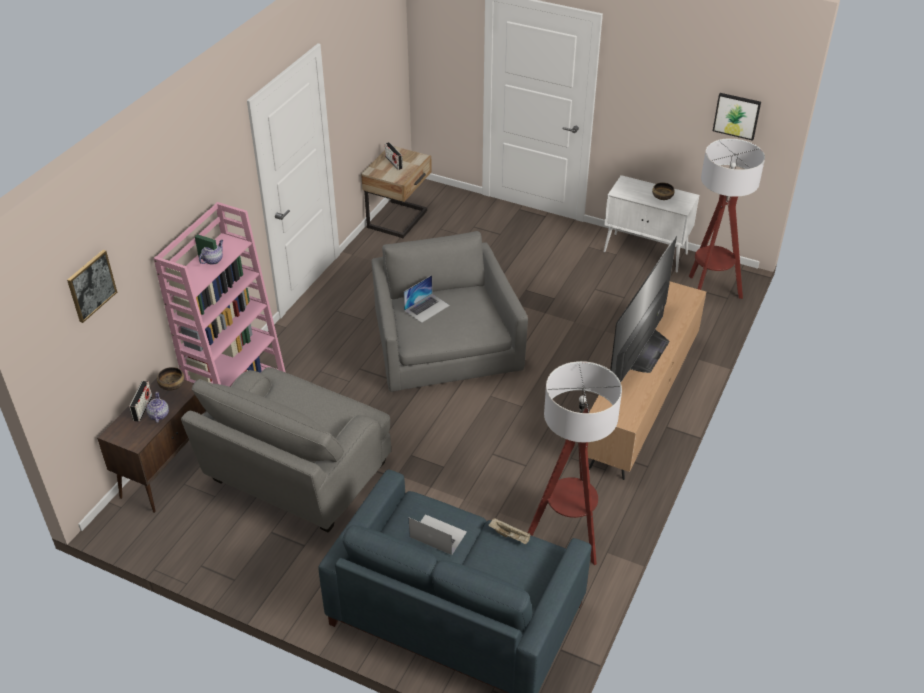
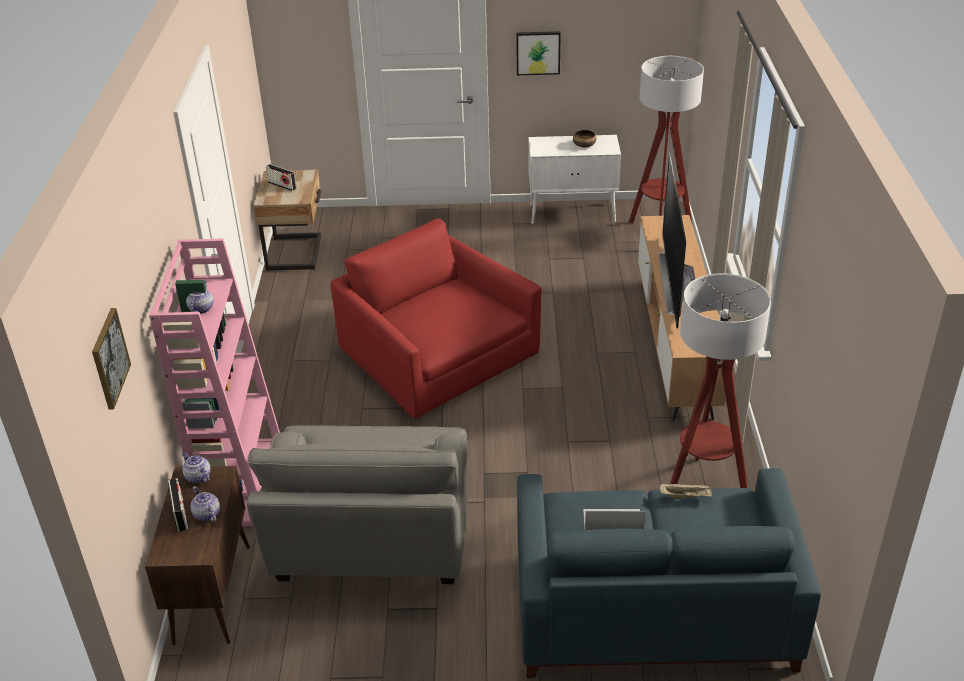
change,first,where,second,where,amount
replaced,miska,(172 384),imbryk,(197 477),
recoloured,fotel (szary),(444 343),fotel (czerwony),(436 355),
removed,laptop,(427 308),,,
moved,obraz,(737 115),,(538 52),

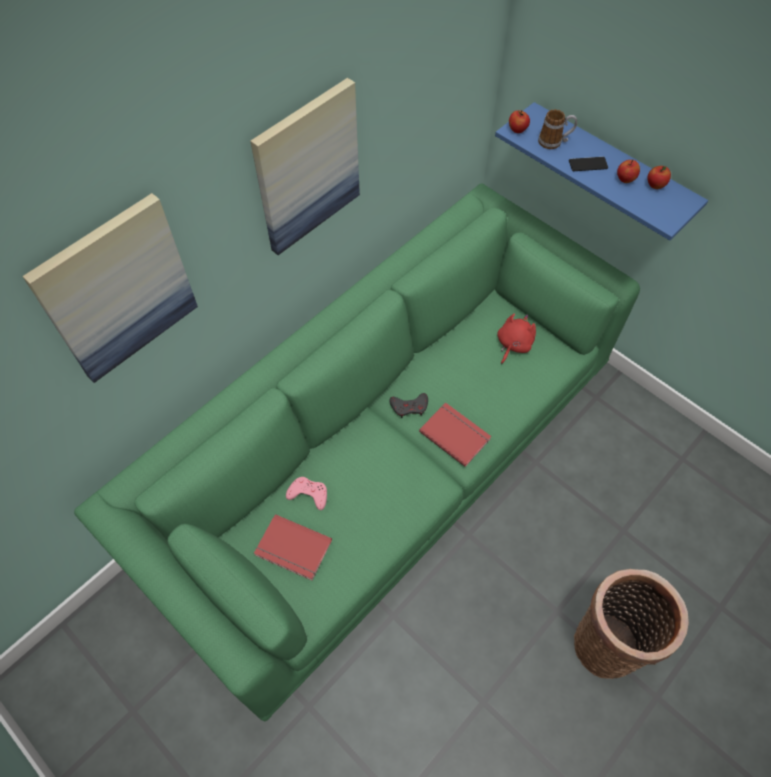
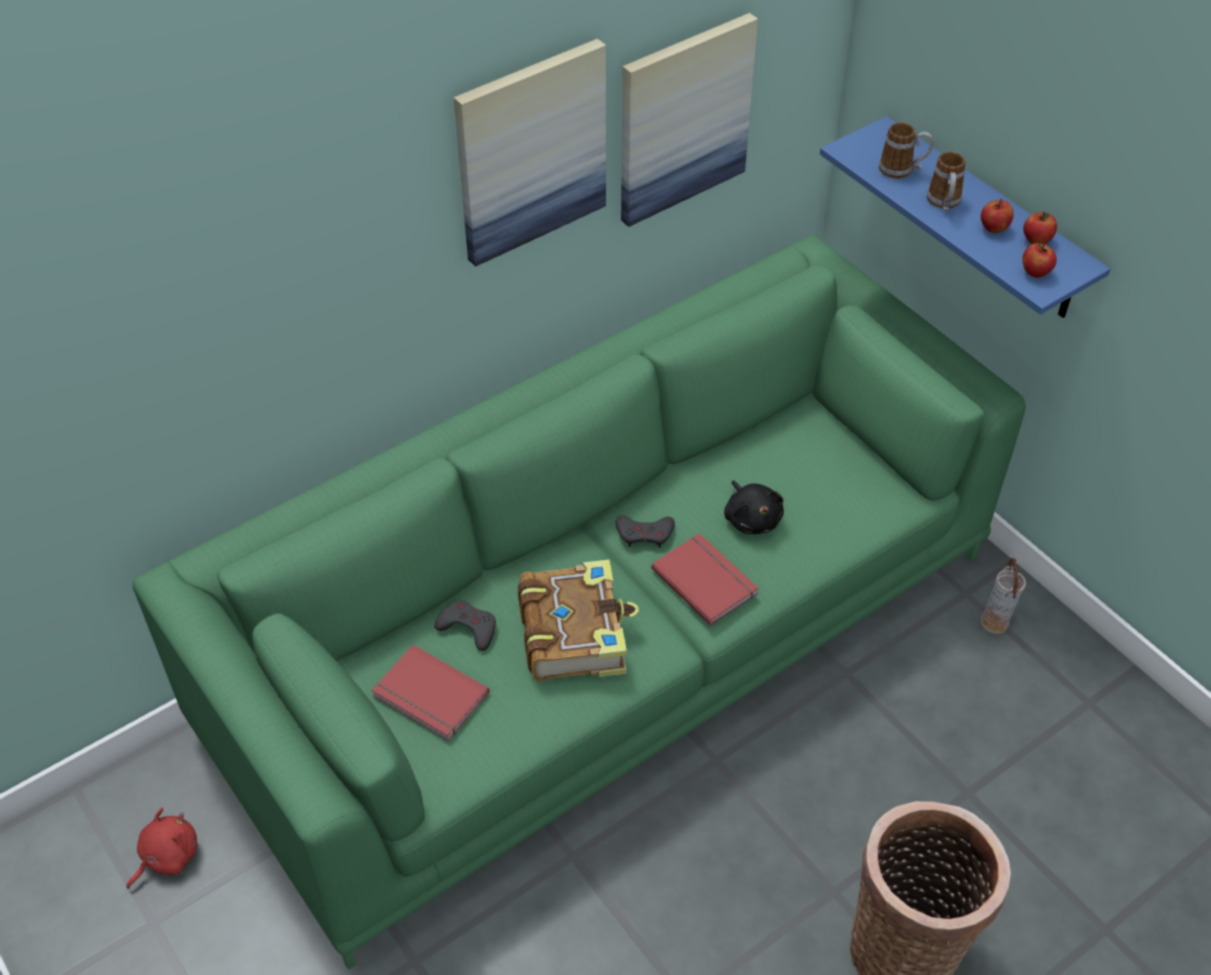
change,first,where,second,where,amount
moved,obraz,(117 290),,(683 119),
recoloured,pad do gier (różowy),(308 494),pad do gier (szary),(468 628),
moved,pluszak (czerwony),(513 344),,(167 856),
moved,jabłko,(517 130),,(1035 273),
replaced,telefon,(588 164),kubek,(944 204),
added,,,książka,(574 632),
added,,,pluszak (czarny),(752 518),
added,,,wazon,(996 623),

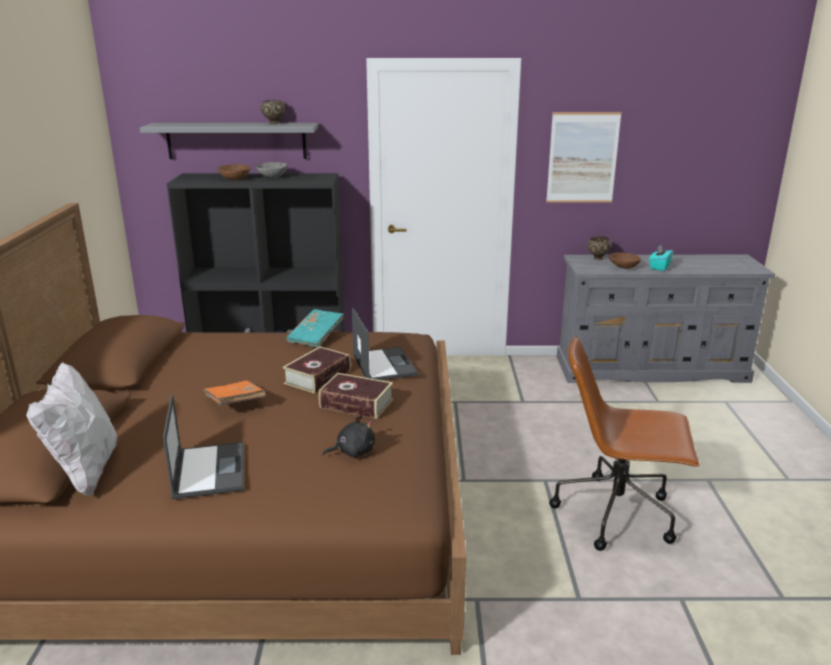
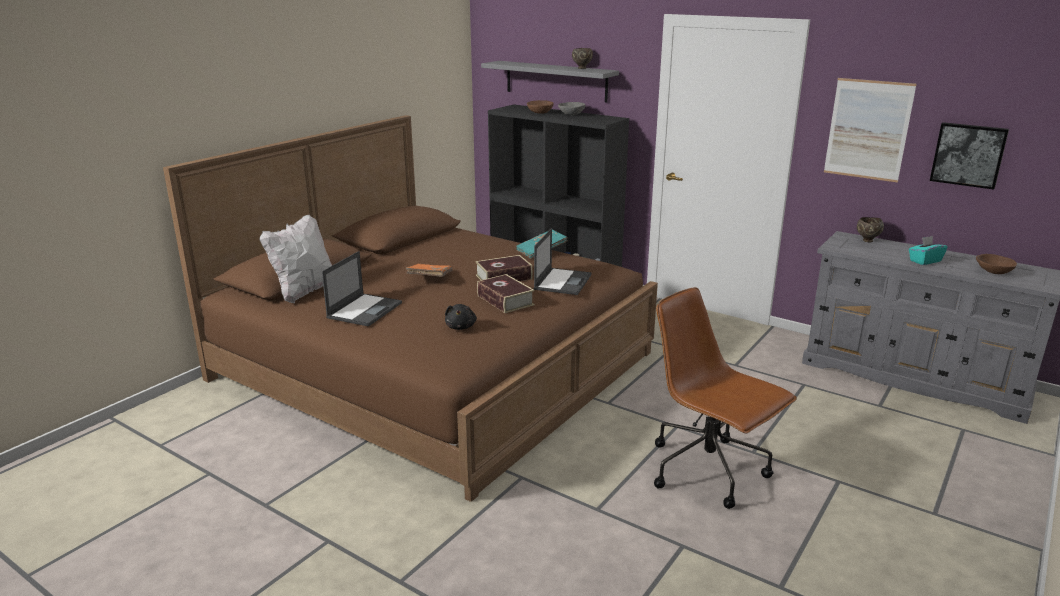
change,first,where,second,where,amount
turned,pluszak (czarny),(353 451),,(461 327),75 degrees clockwise
moved,miska (brązowy),(623 267),,(992 272),
added,,,obraz,(968 155),

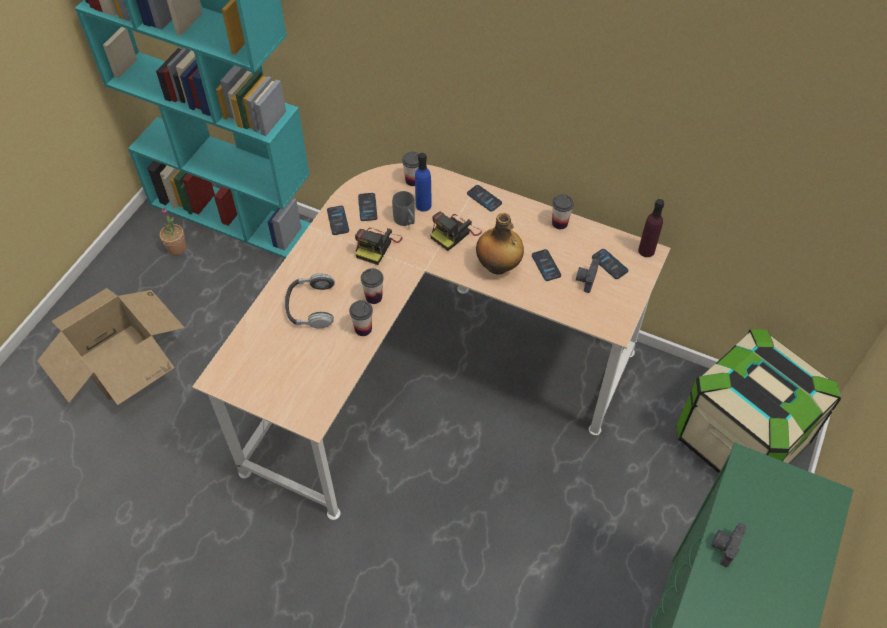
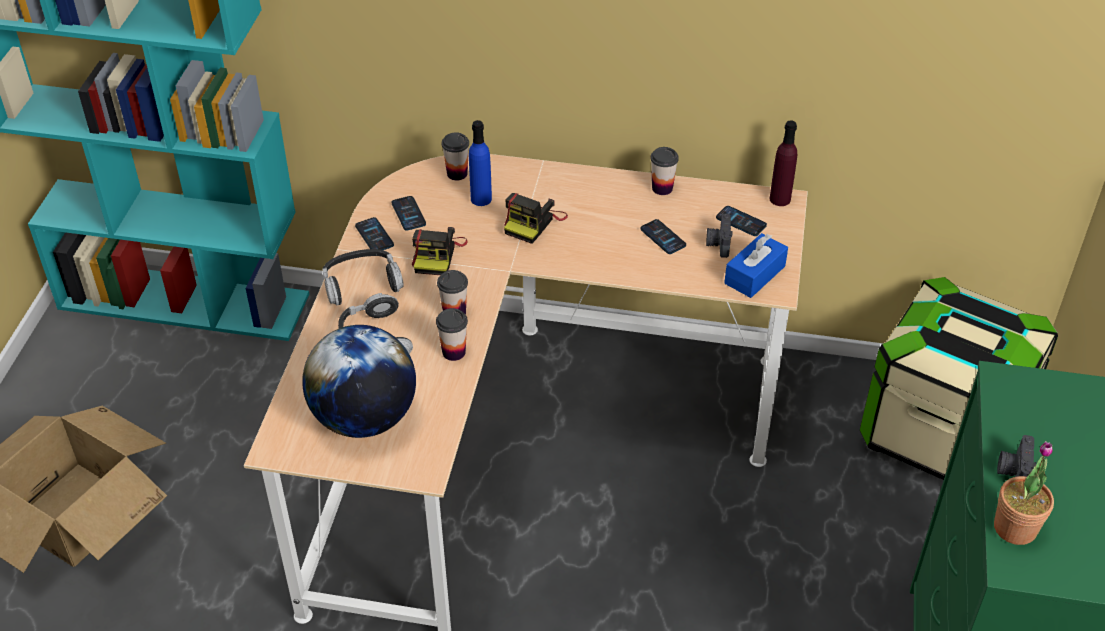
change,first,where,second,where,amount
moved,roślina doniczkowa,(176 247),,(1015 528),
removed,kubek (szary),(406 221),,,
removed,telefon,(484 198),,,
removed,butelka,(498 266),,,
added,,,globus,(365 418),
added,,,słuchawki,(361 283),
added,,,pudełko chusteczek (niebieski),(754 275),

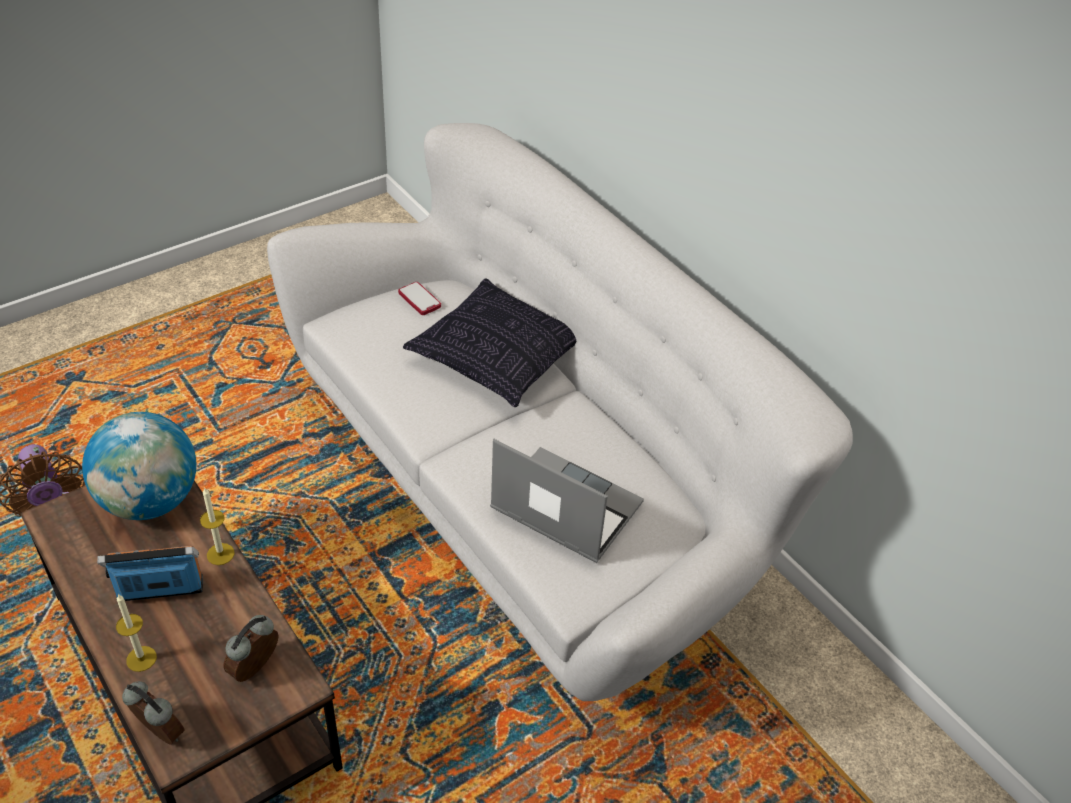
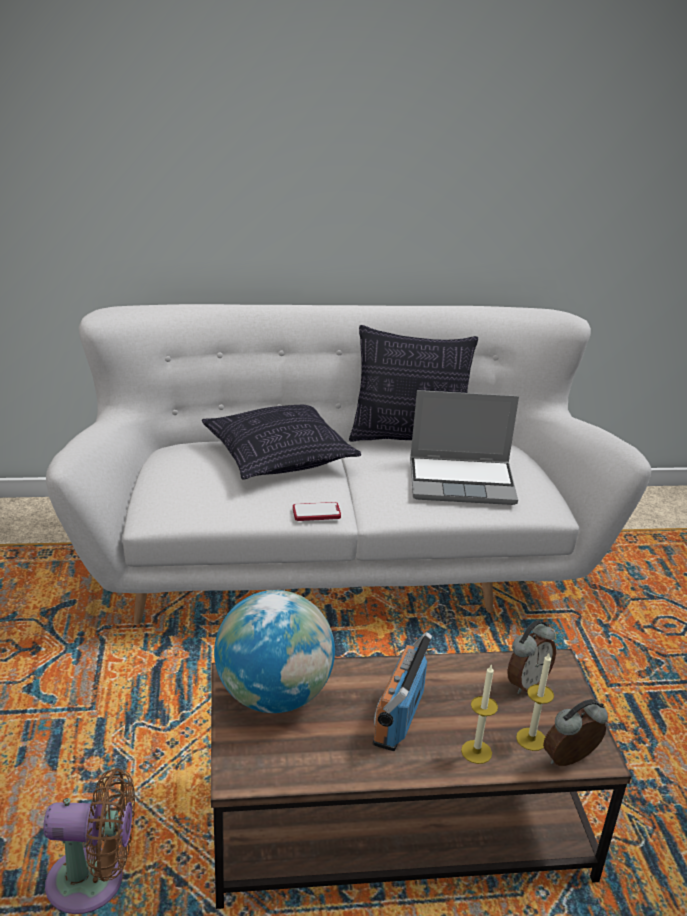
change,first,where,second,where,amount
moved,świeca,(220 554),,(531 739),
turned,budzik,(256 669),,(526 683),105 degrees counterclockwise
moved,telefon,(419 299),,(316 513),
turned,laptop,(563 507),,(463 481),150 degrees counterclockwise
added,,,poduszka,(408 438),

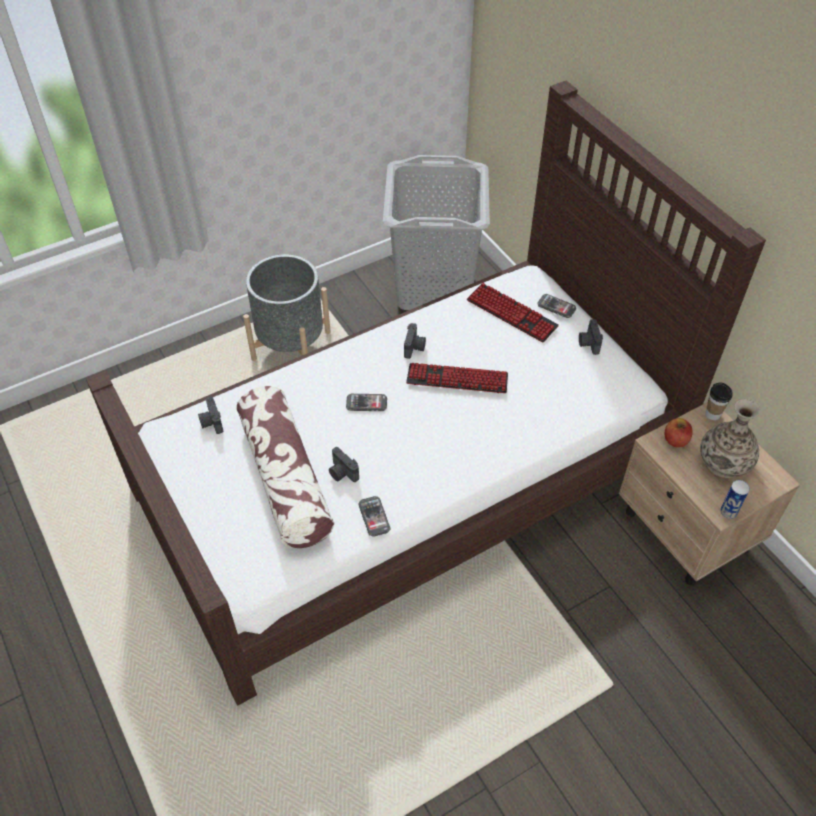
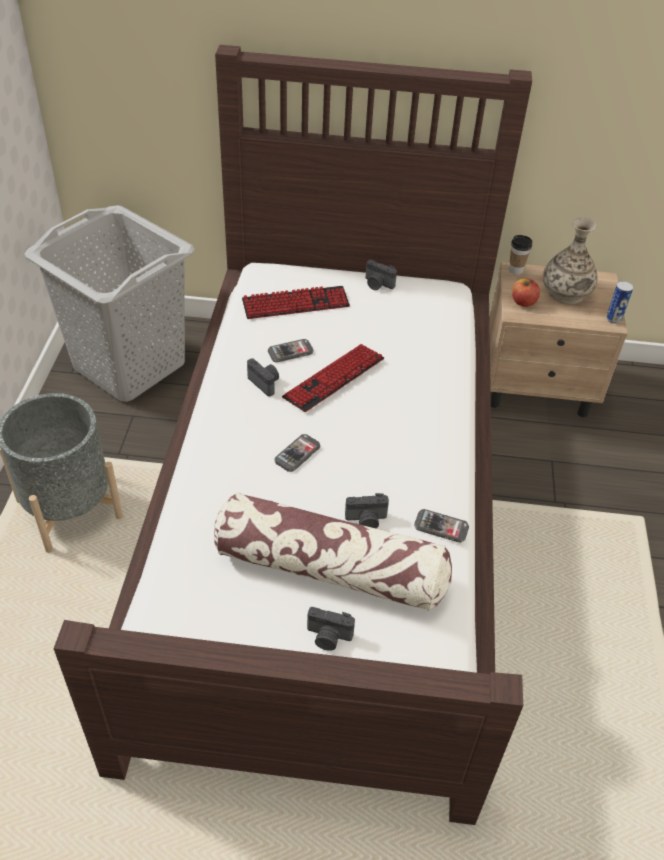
change,first,where,second,where,amount
moved,aparat fotograficzny,(211 422),,(328 637),
moved,telefon,(556 307),,(290 352),

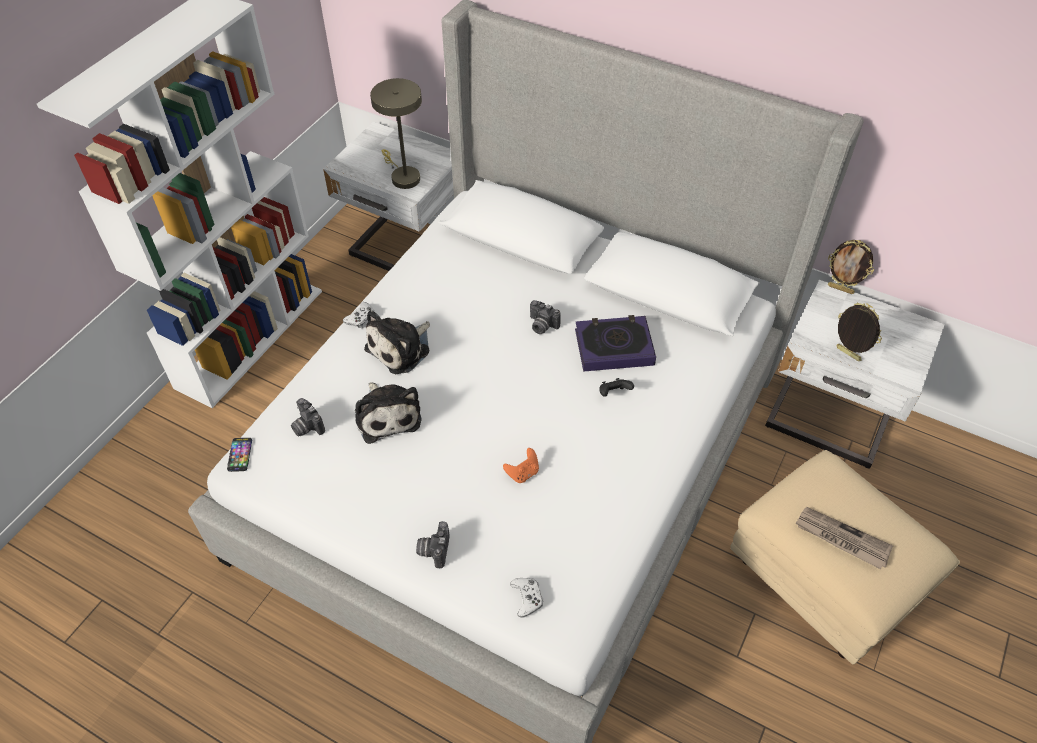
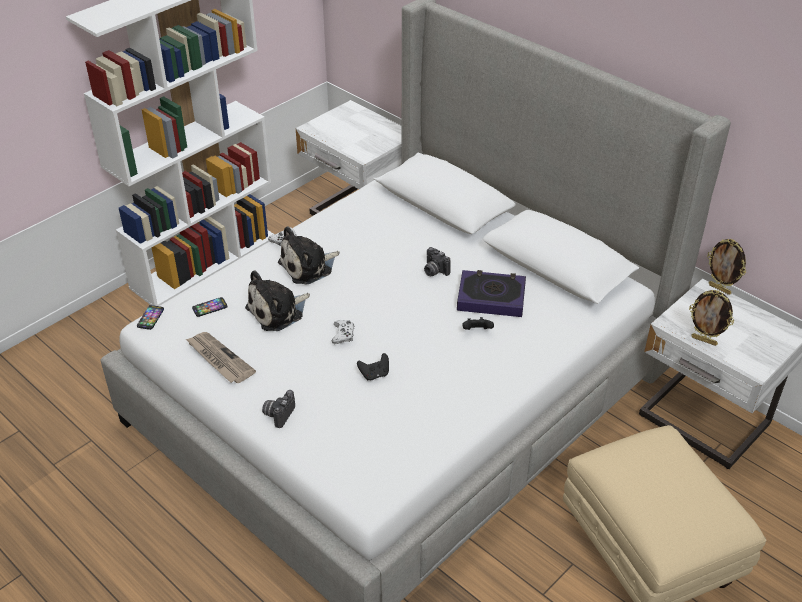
change,first,where,second,where,amount
replaced,aparat fotograficzny,(306 427),telefon,(210 307),
turned,pluszak,(387 415),,(278 311),60 degrees clockwise
removed,lampa stołowa (beżowy),(403 176),,,
recoloured,pad do gier (pomarańczowy),(523 473),pad do gier (czarny),(374 374),
moved,pad do gier (biały),(527 598),,(343 335),
moved,gazeta,(841 539),,(219 359),
turned,ramka na zdjęcie,(847 354),,(704 340),150 degrees clockwise

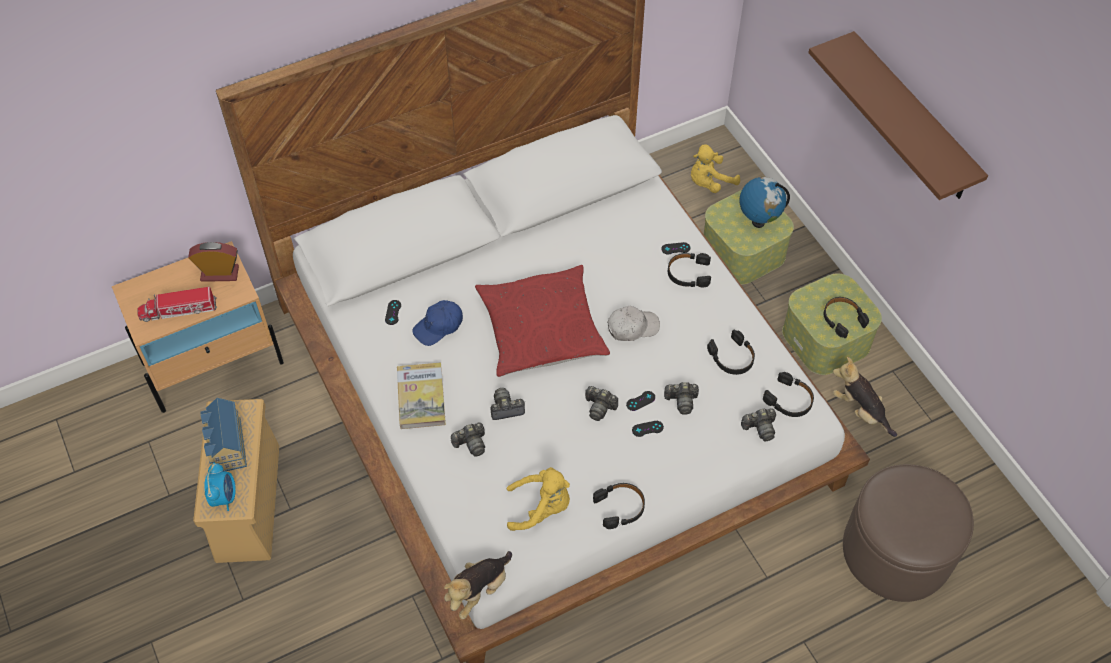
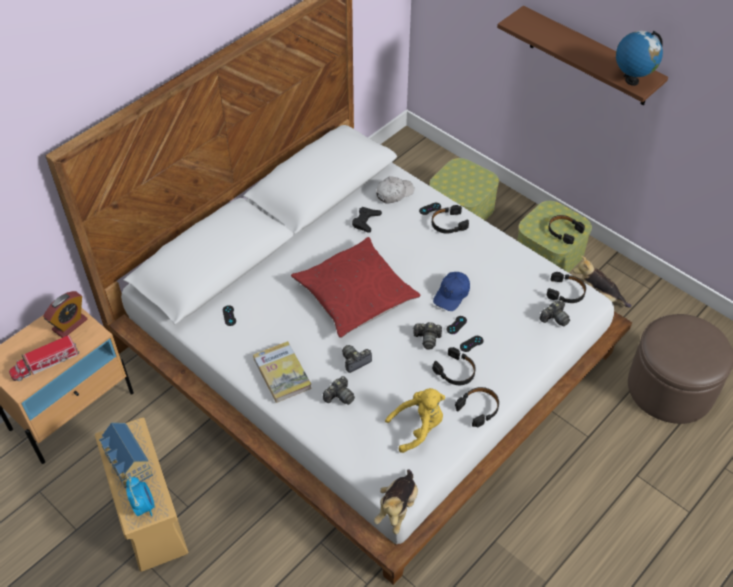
change,first,where,second,where,amount
turned,budzik,(220 273),,(70 325),150 degrees clockwise
moved,czapka z daszkiem (niebieski),(438 326),,(452 294),
moved,czapka z daszkiem (biały),(632 327),,(394 193),
removed,aparat fotograficzny,(681 401),,,
removed,pluszak (żółty),(709 182),,,
moved,słuchawki (czarny),(732 357),,(455 371),
moved,globus,(758 221),,(631 81),
added,,,pad do gier (czarny),(366 221),

